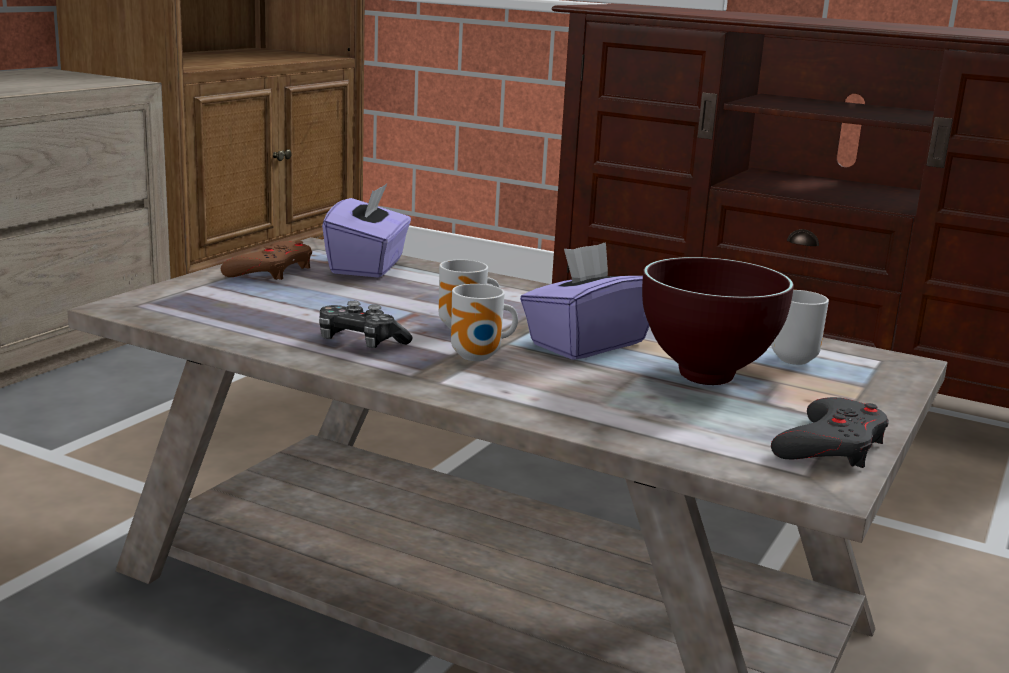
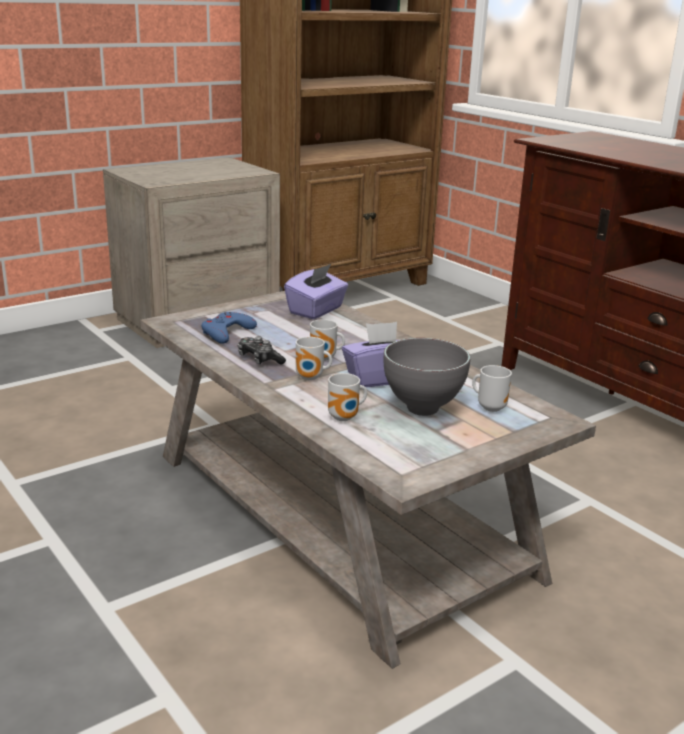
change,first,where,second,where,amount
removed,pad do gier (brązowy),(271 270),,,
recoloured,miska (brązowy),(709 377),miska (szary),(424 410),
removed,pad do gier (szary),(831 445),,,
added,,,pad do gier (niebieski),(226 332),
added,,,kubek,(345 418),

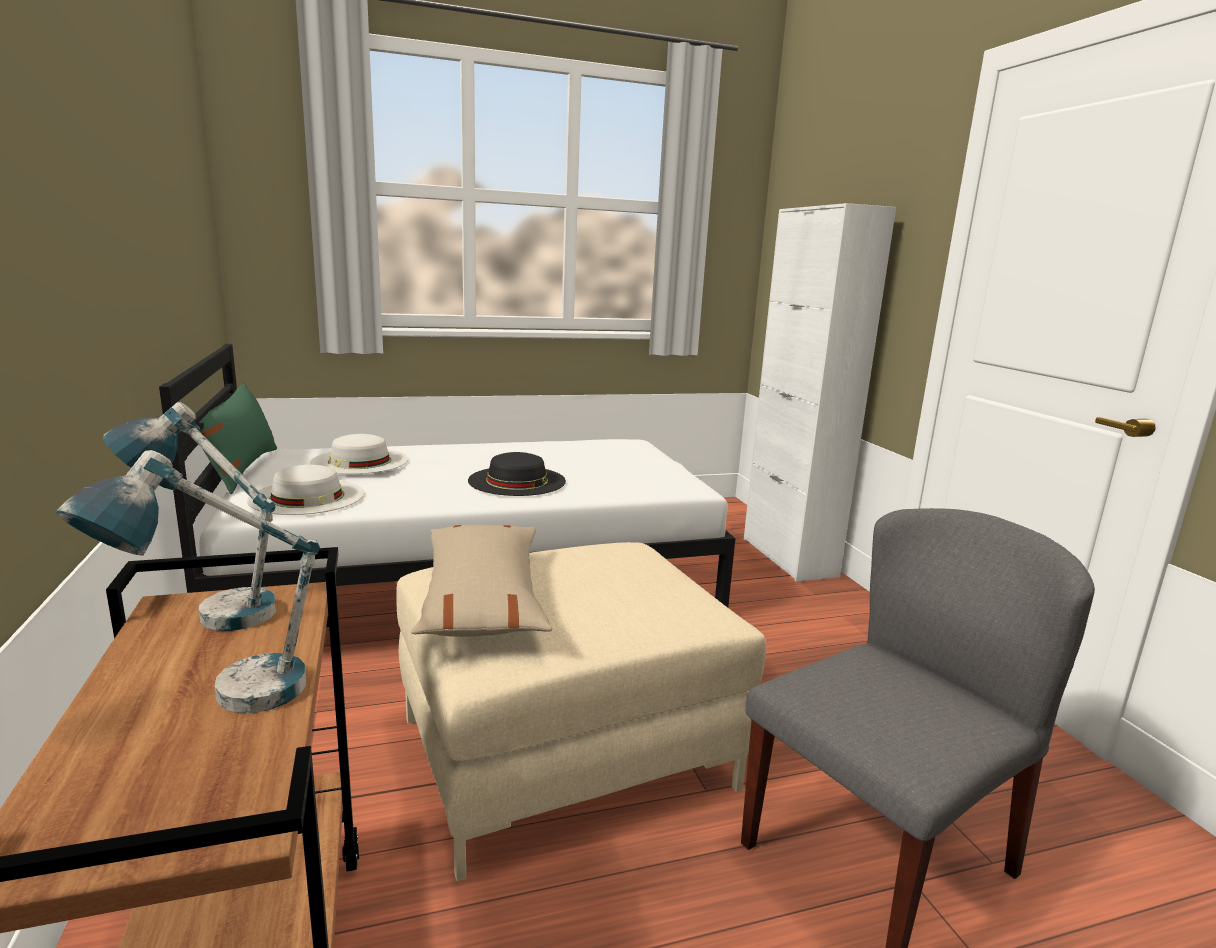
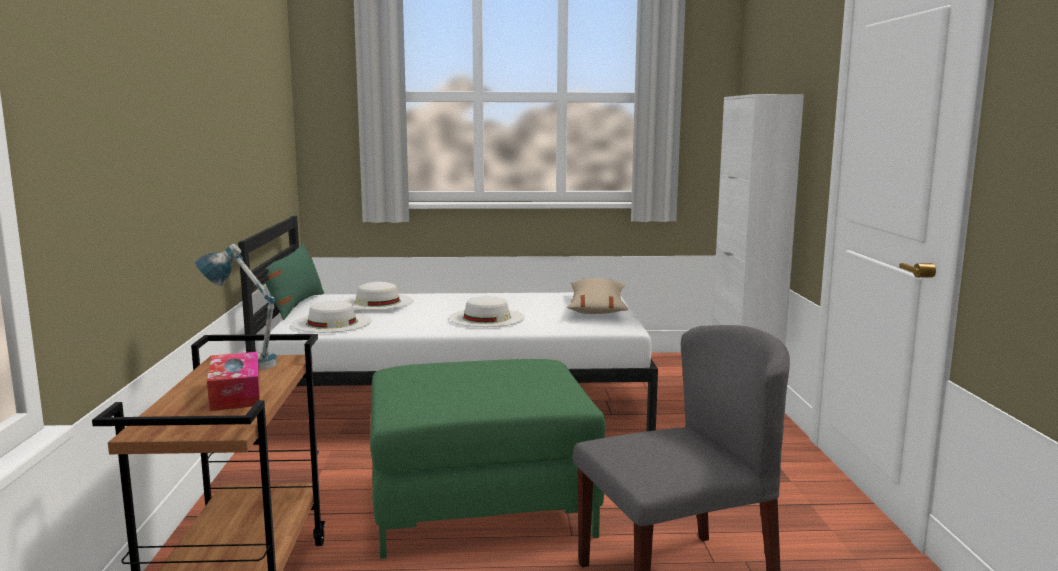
change,first,where,second,where,amount
replaced,lampa stołowa,(220 698),pudełko chusteczek,(235 393),
recoloured,pufa (beżowy),(566 752),pufa (zielony),(482 505),
moved,poduszka (beżowy),(482 598),,(597 308),
recoloured,kapelusz (czarny),(517 480),kapelusz (biały),(487 317),

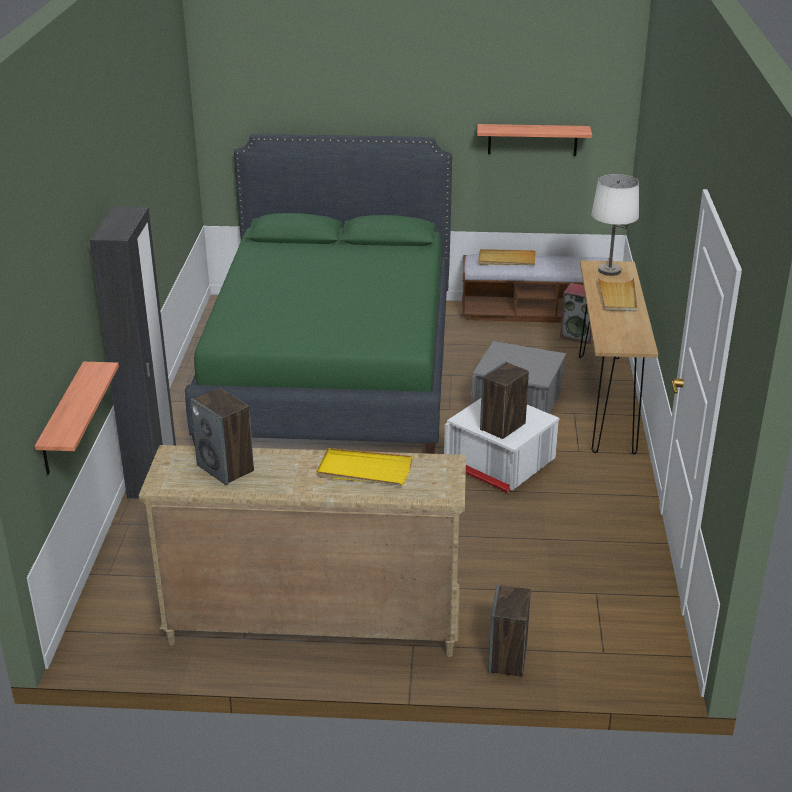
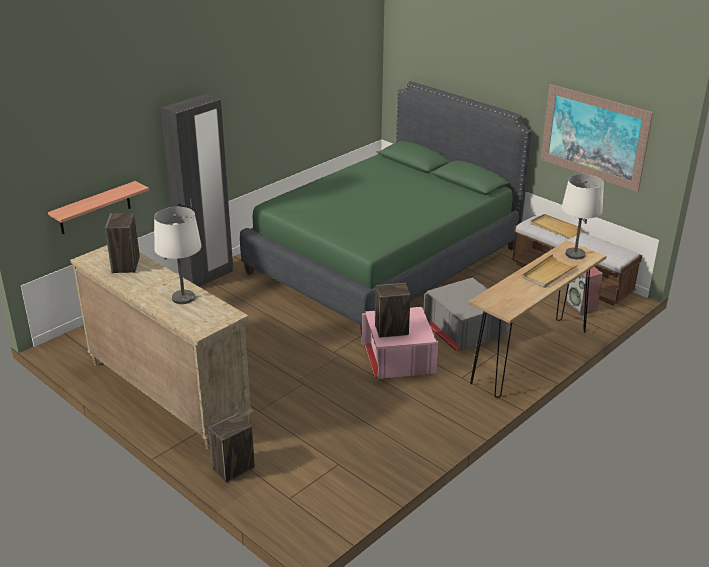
change,first,where,second,where,amount
replaced,taca (żółty),(364 471),lampa stołowa (biały),(183 298),
recoloured,pojemnik do przechowywania (biały),(499 465),pojemnik do przechowywania (różowy),(397 361),
replaced,półka,(532 139),obraz,(594 137),

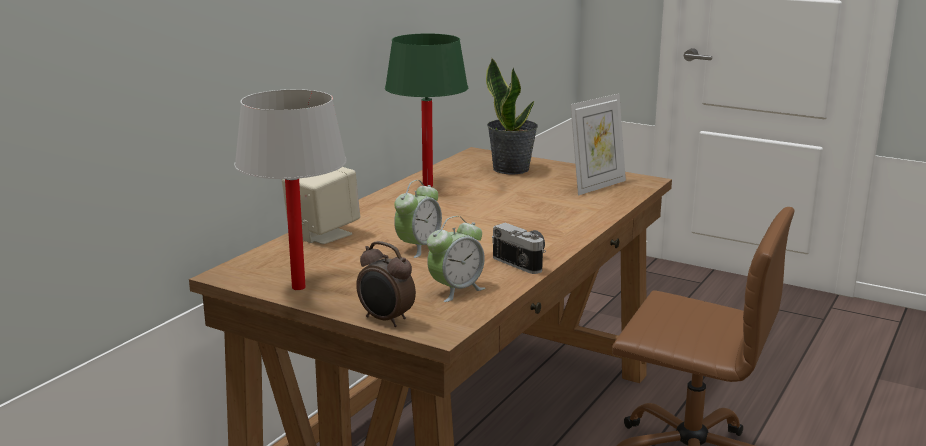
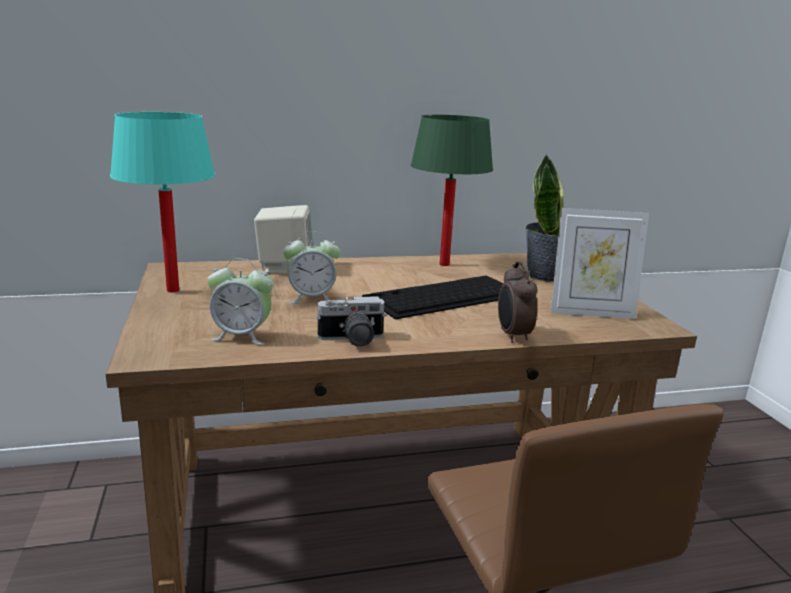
change,first,where,second,where,amount
recoloured,lampa stołowa (biały),(298 287),lampa stołowa (turkusowy),(172 290),
moved,budzik,(386 320),,(512 335),
turned,aparat fotograficzny,(525 261),,(352 340),75 degrees clockwise
added,,,klawiatura,(444 296),

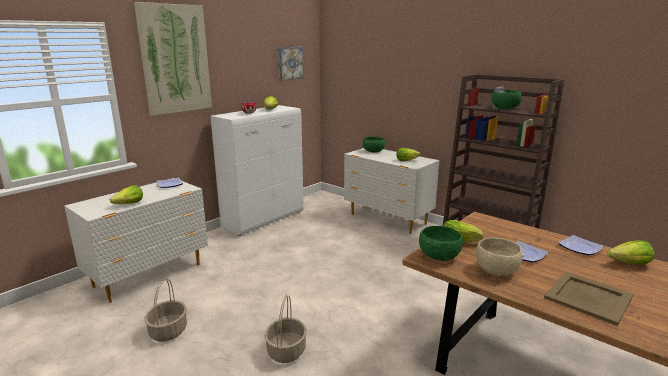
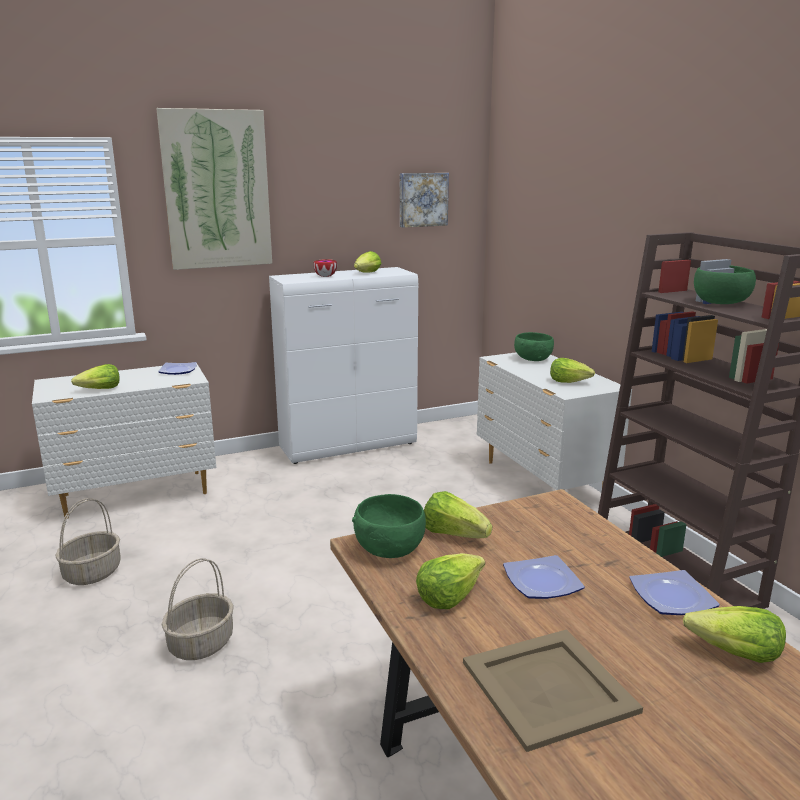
change,first,where,second,where,amount
replaced,miska (beżowy),(496 271),sałata,(448 596),

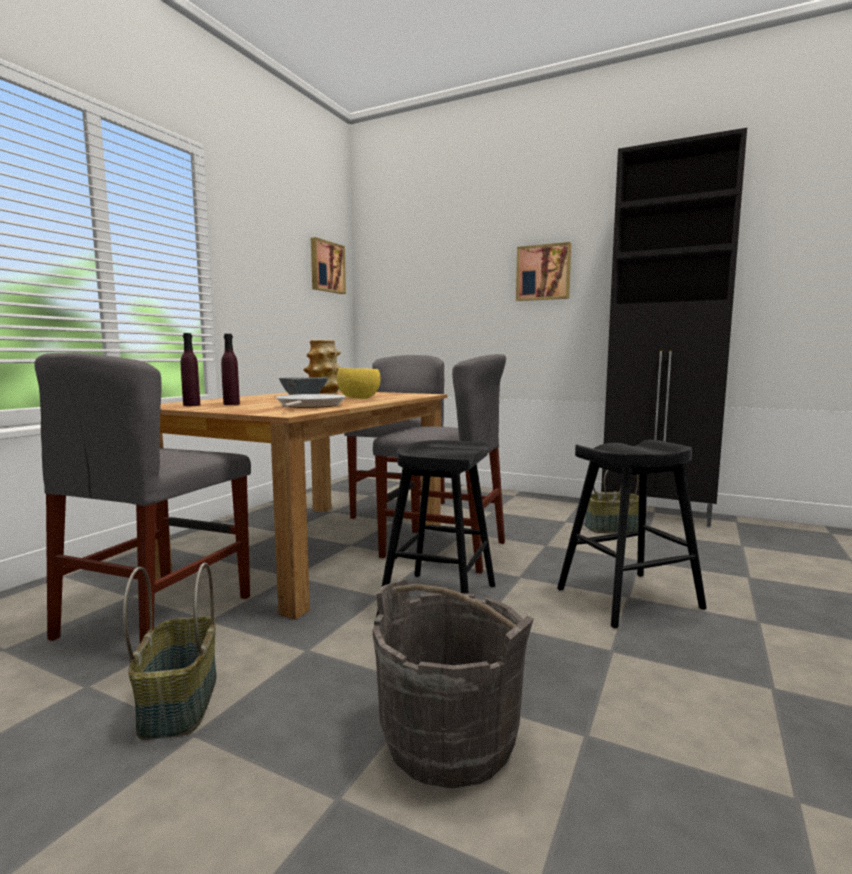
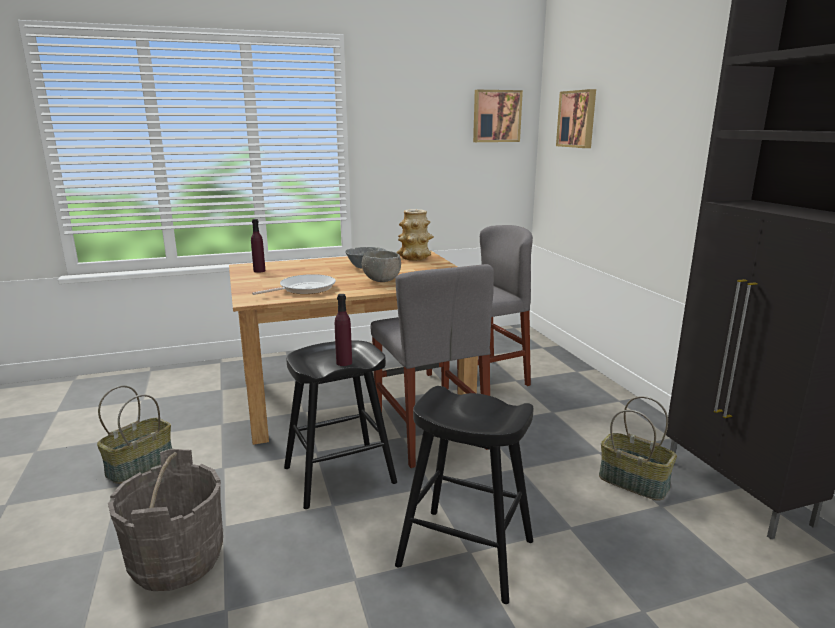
change,first,where,second,where,amount
removed,krzesło (szary),(158 616),,,
moved,butelka (fioletowy),(231 404),,(344 362),
recoloured,miska (żółty),(359 398),miska (szary),(382 281),
moved,obraz,(543 273),,(577 119),

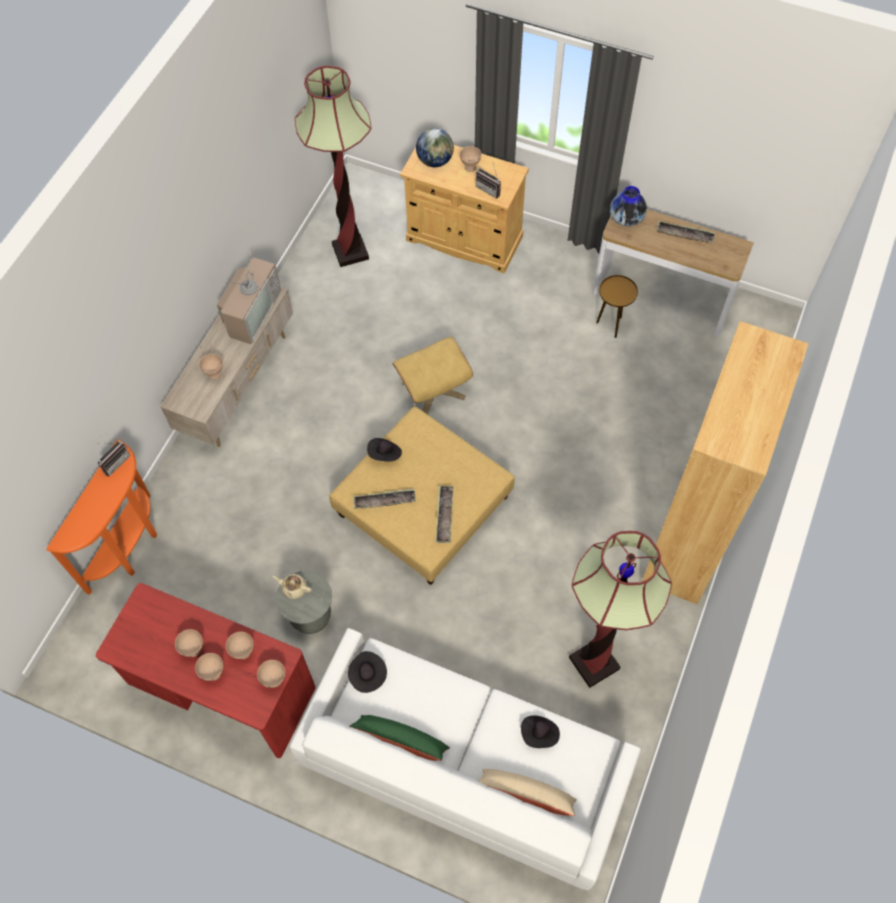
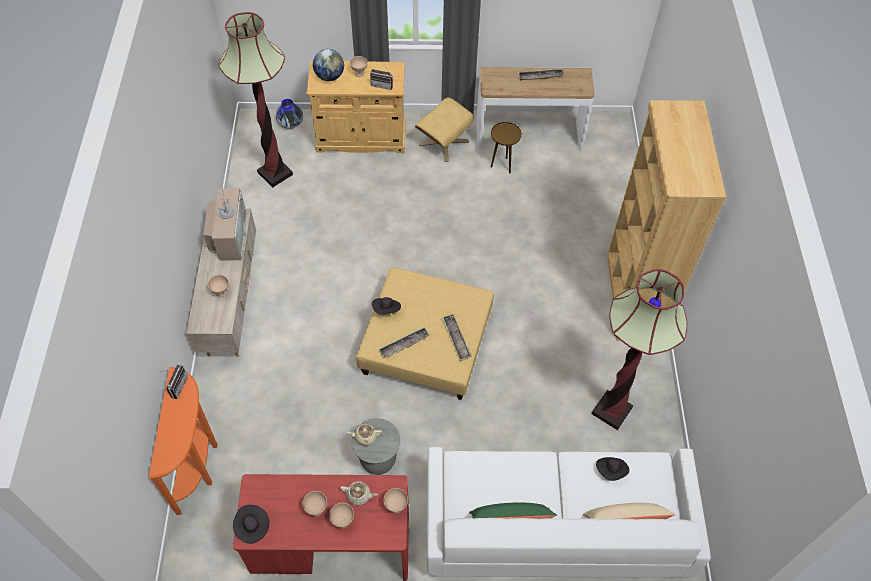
change,first,where,second,where,amount
replaced,miska (beżowy),(243 652),imbryk (beżowy),(359 495),
moved,kapelusz (czarny),(367 675),,(252 527),
moved,pufa (beżowy),(433 389),,(443 142),
moved,wazon,(626 218),,(290 123),

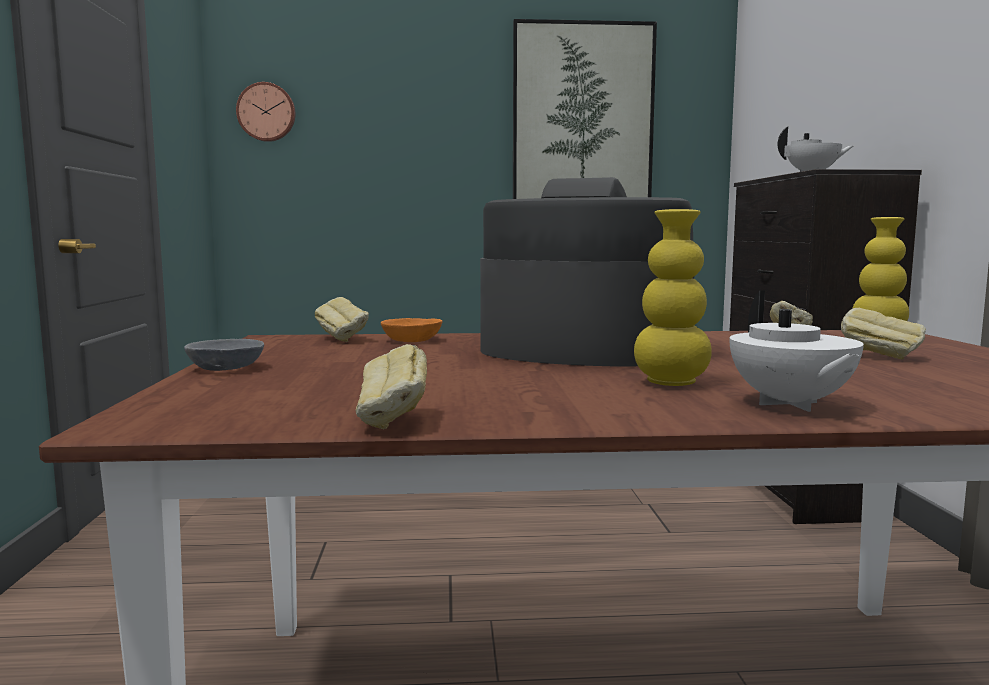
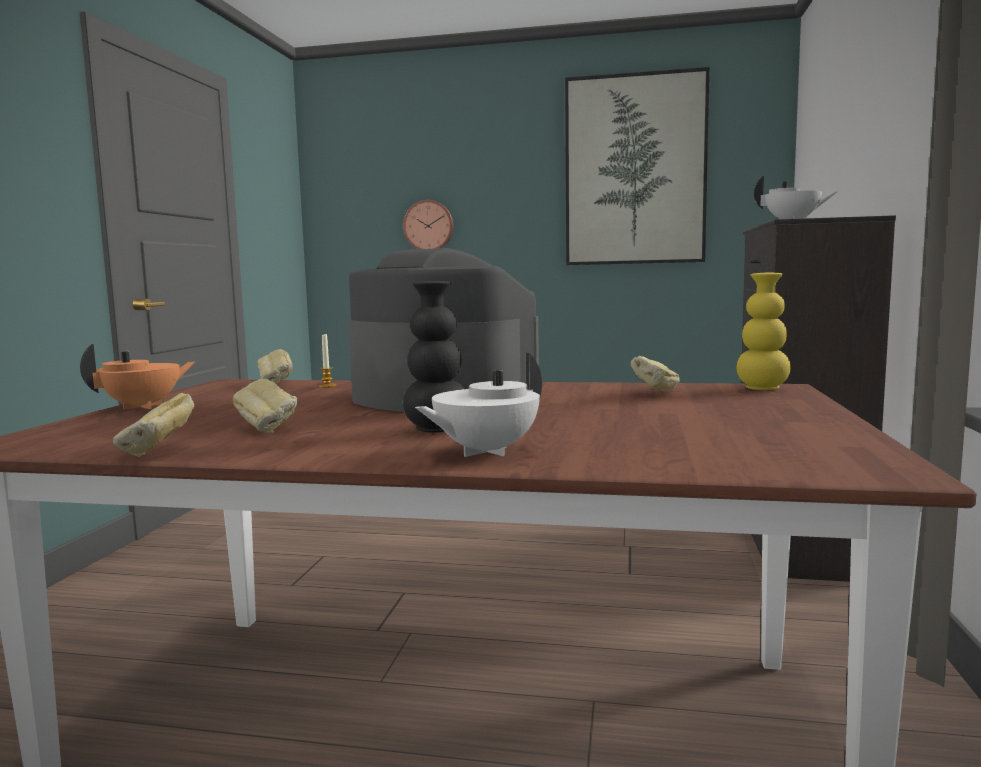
change,first,where,second,where,amount
replaced,miska (szary),(229 368),imbryk (pomarańczowy),(143 406),
moved,zegar ścienny,(266 112),,(429 226),
replaced,miska (pomarańczowy),(412 340),świeca,(327 386),
recoloured,wazon (żółty),(671 383),wazon (czarny),(436 429),
turned,imbryk (biały),(790 404),,(484 451),45 degrees clockwise
moved,chleb,(880 357),,(267 429),

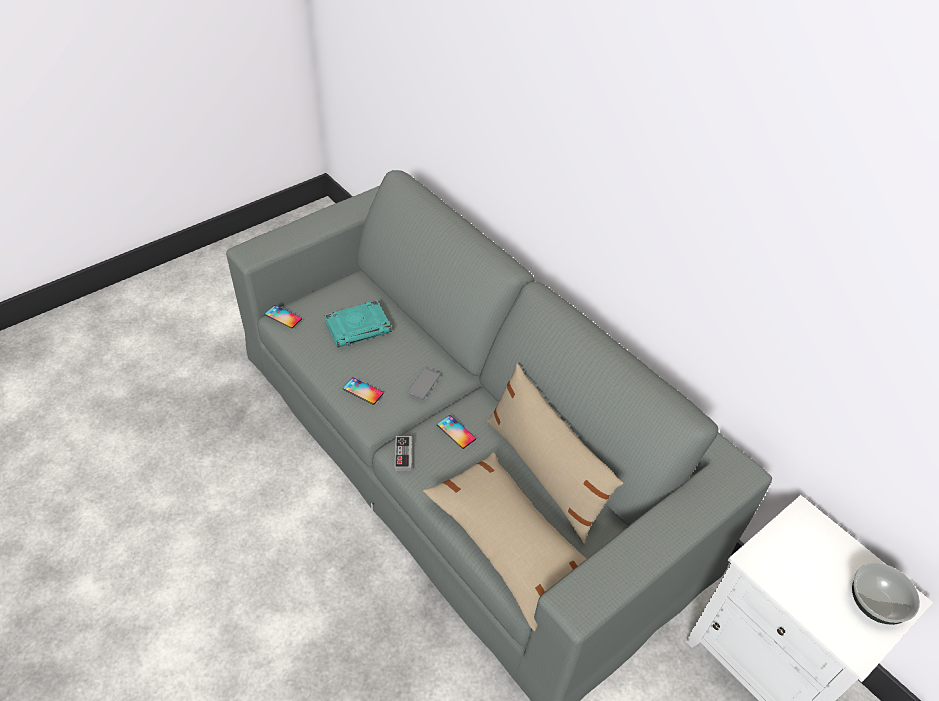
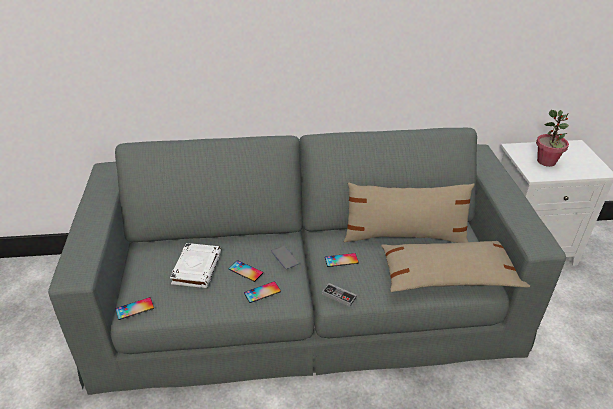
change,first,where,second,where,amount
recoloured,książka (turkusowy),(358 327),książka (biały),(196 268),
removed,miska,(876 603),,,
added,,,telefon,(245 271),
added,,,roślina doniczkowa,(546 161),

